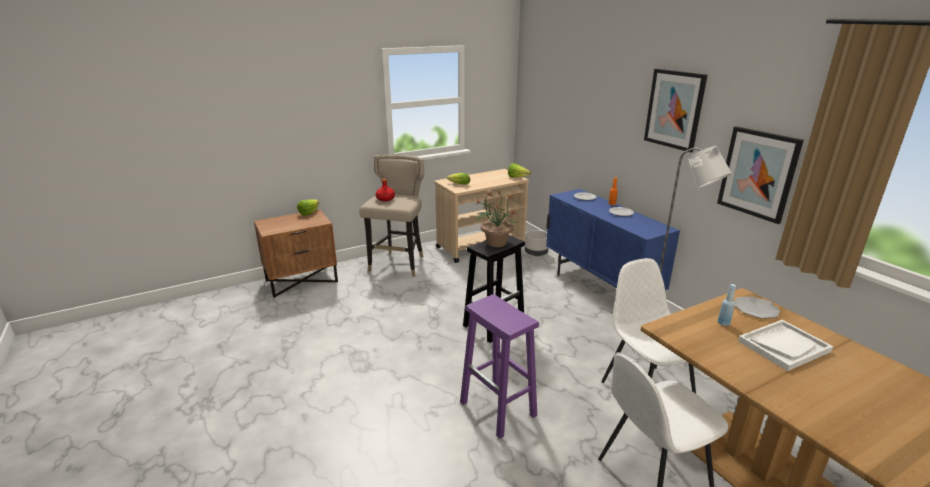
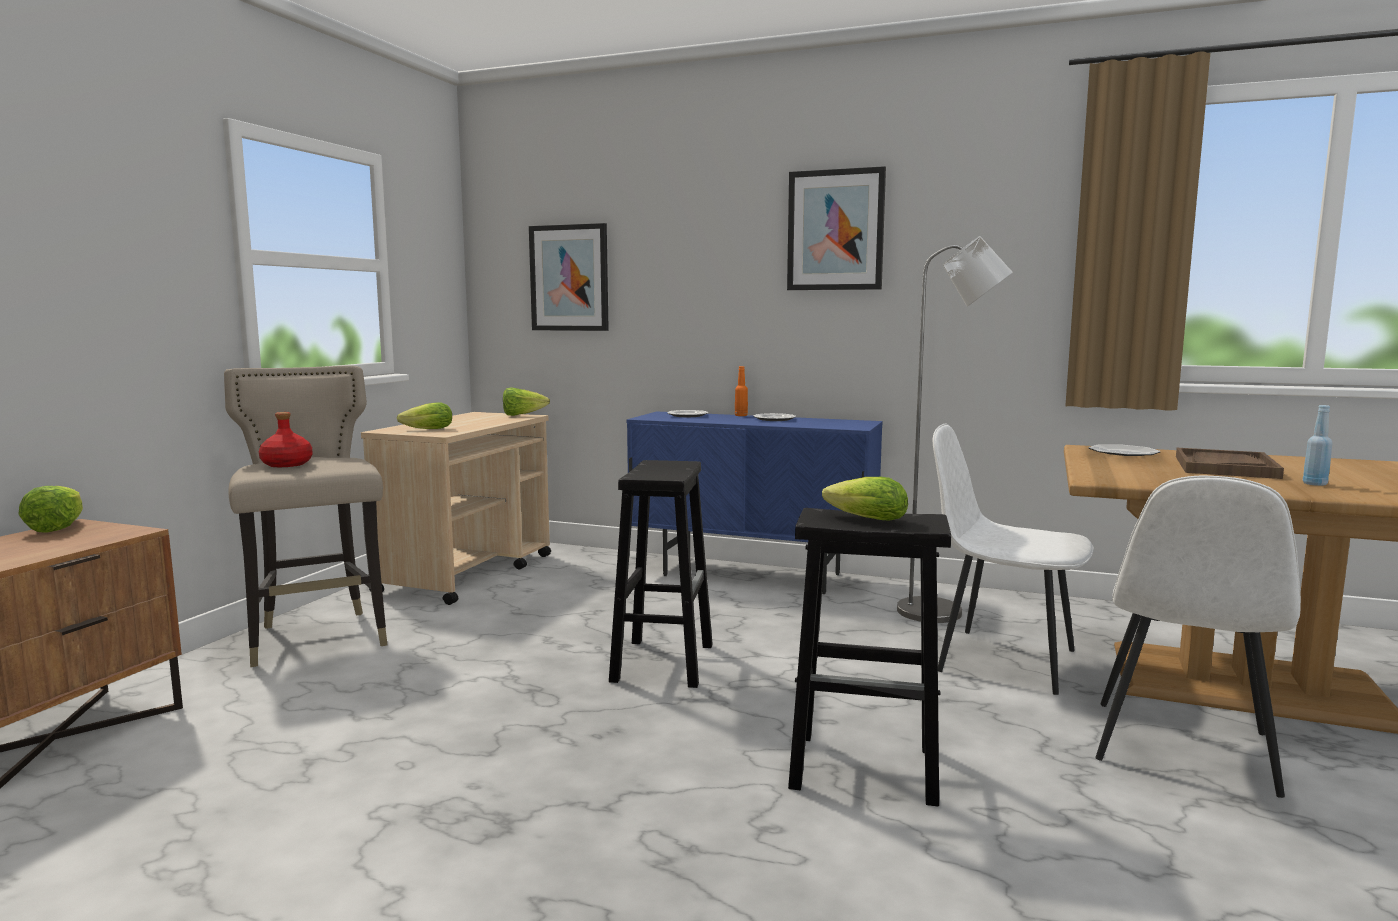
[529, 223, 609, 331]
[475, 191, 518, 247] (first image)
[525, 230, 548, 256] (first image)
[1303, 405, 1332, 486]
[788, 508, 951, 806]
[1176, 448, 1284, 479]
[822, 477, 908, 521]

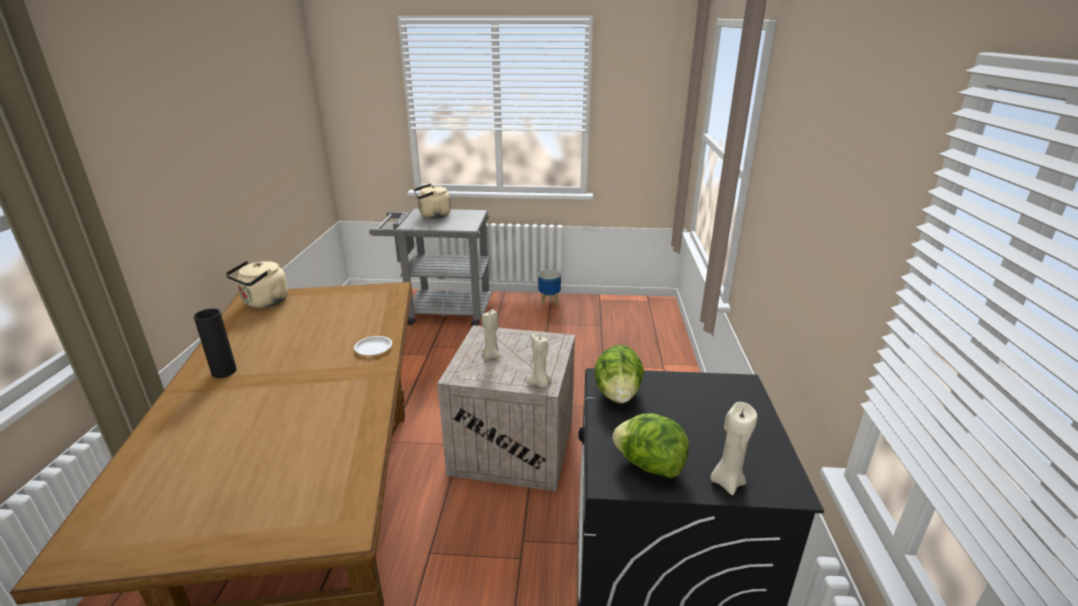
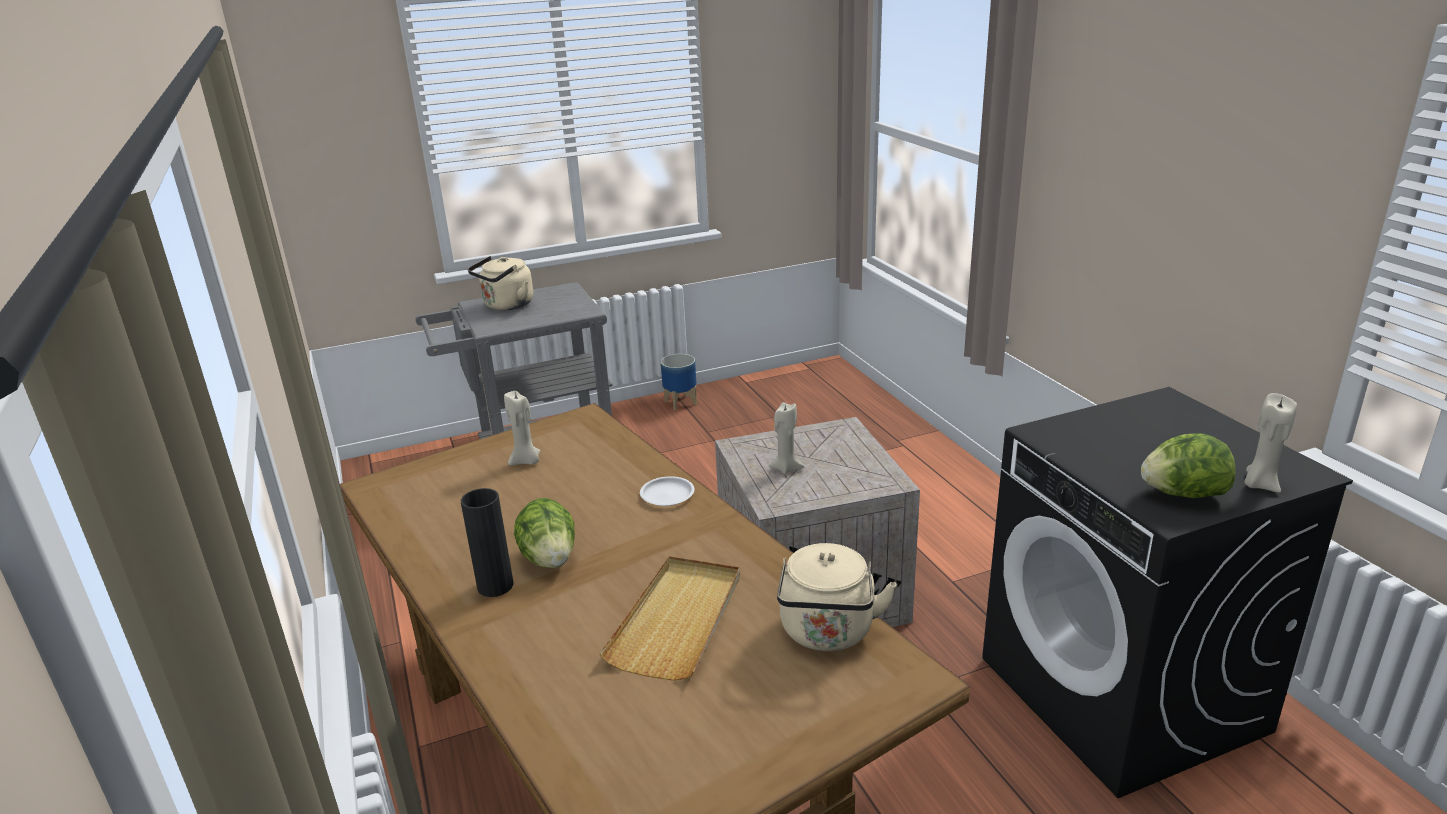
[777, 543, 897, 651]
[504, 391, 540, 465]
[514, 498, 575, 568]
[599, 556, 740, 681]

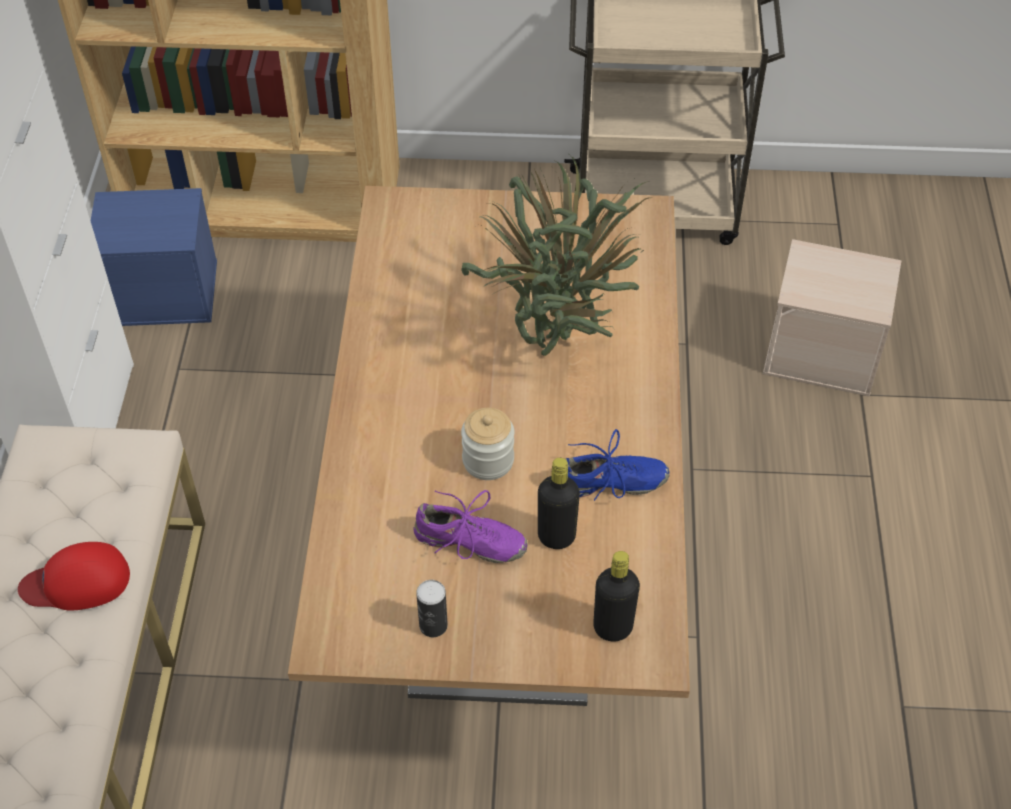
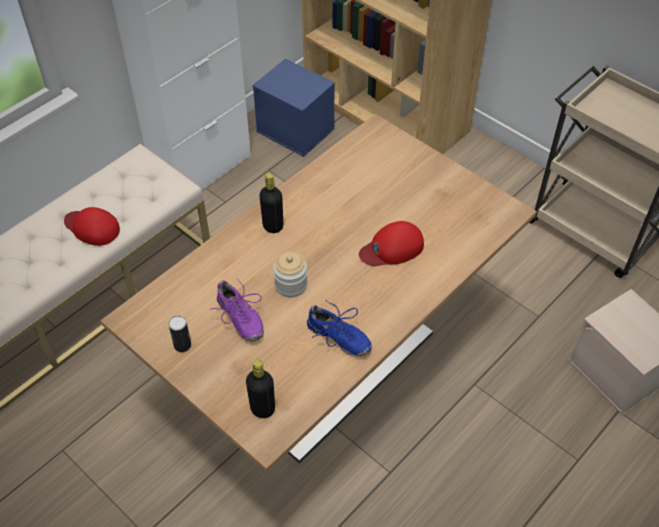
[359, 221, 424, 266]
[259, 173, 283, 233]

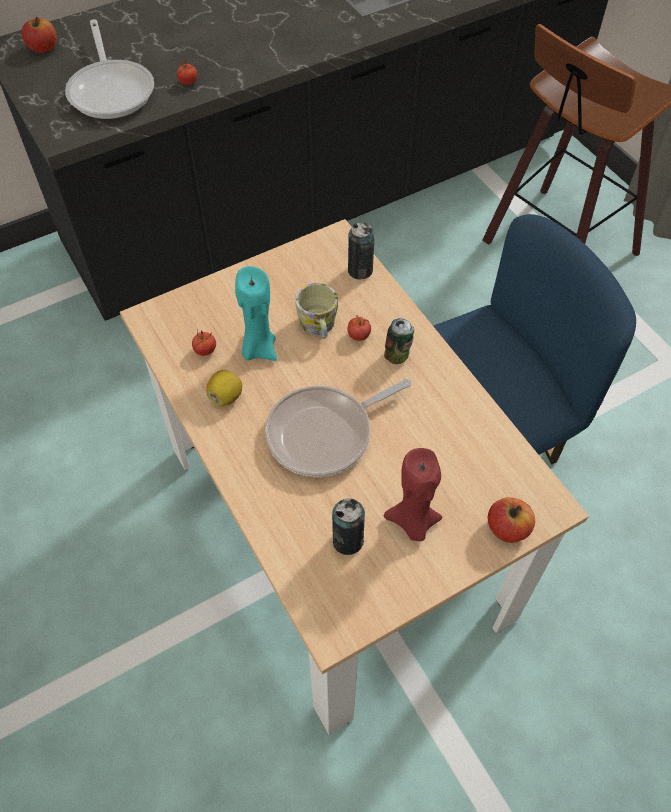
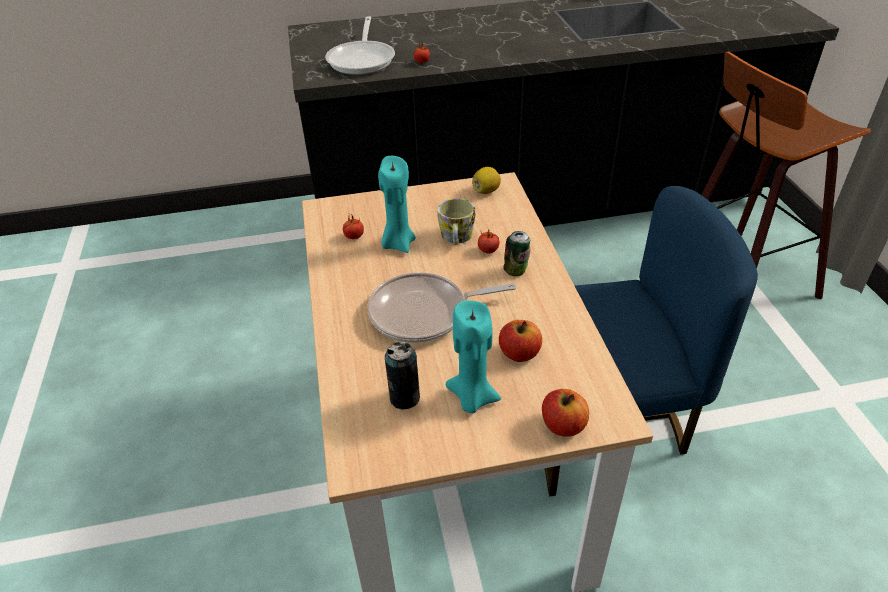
[499, 320, 542, 362]
[348, 223, 375, 280] (first image)
[472, 167, 501, 194]
[446, 300, 501, 413]

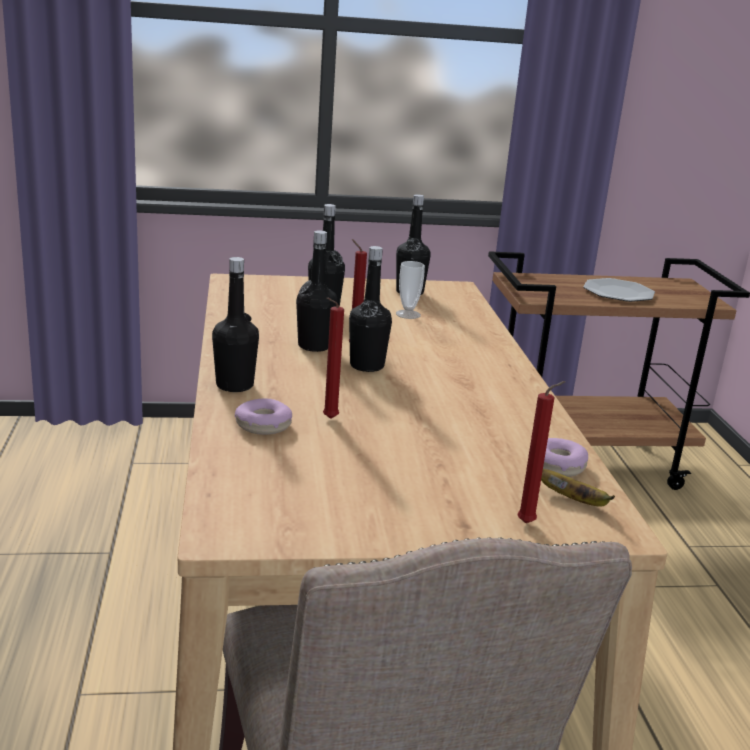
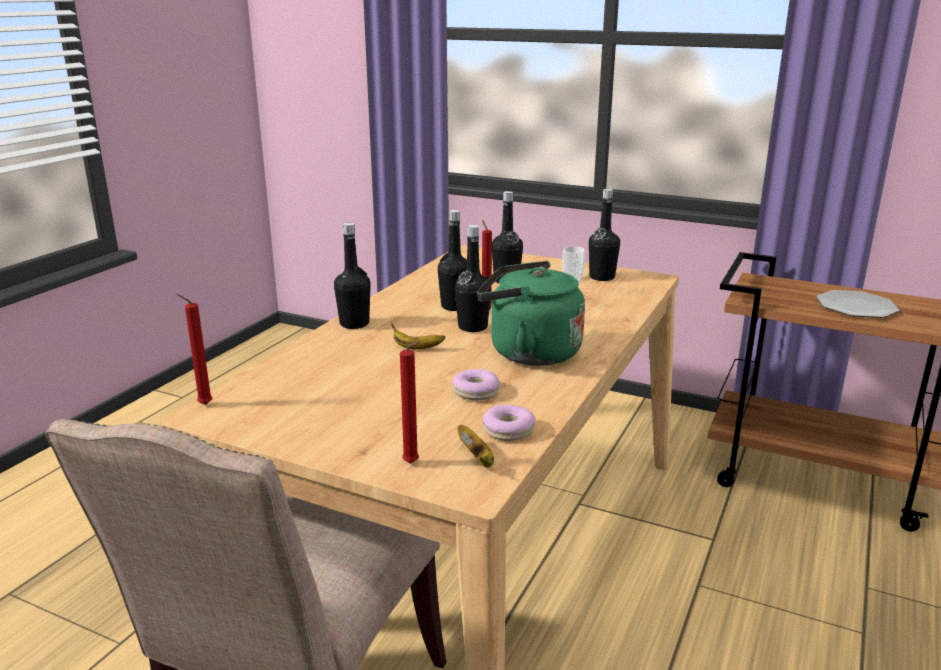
[176, 294, 213, 405]
[452, 369, 500, 400]
[477, 261, 585, 366]
[391, 323, 445, 349]

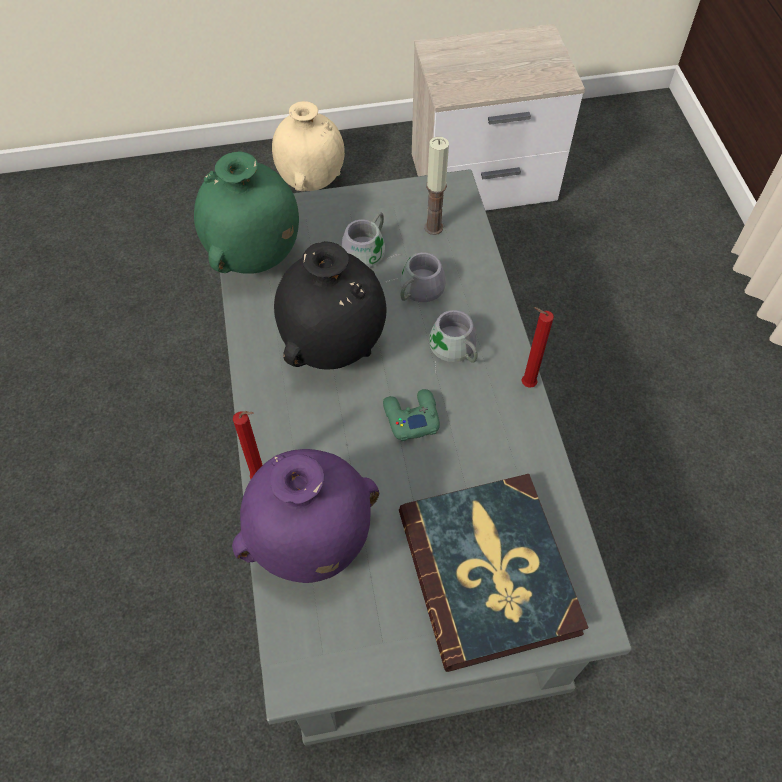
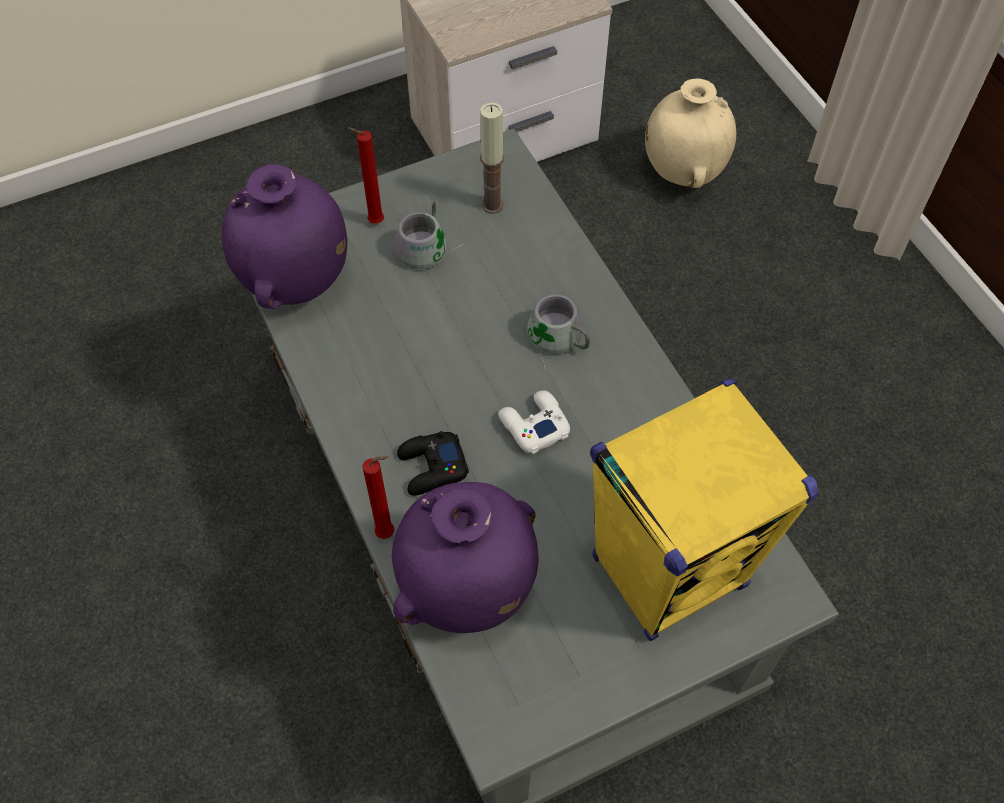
[645, 79, 736, 188]
[222, 164, 347, 309]
[274, 241, 386, 369] (first image)
[386, 252, 446, 302] (first image)
[347, 127, 384, 224]
[498, 390, 570, 454]
[590, 378, 819, 641]
[397, 431, 469, 496]

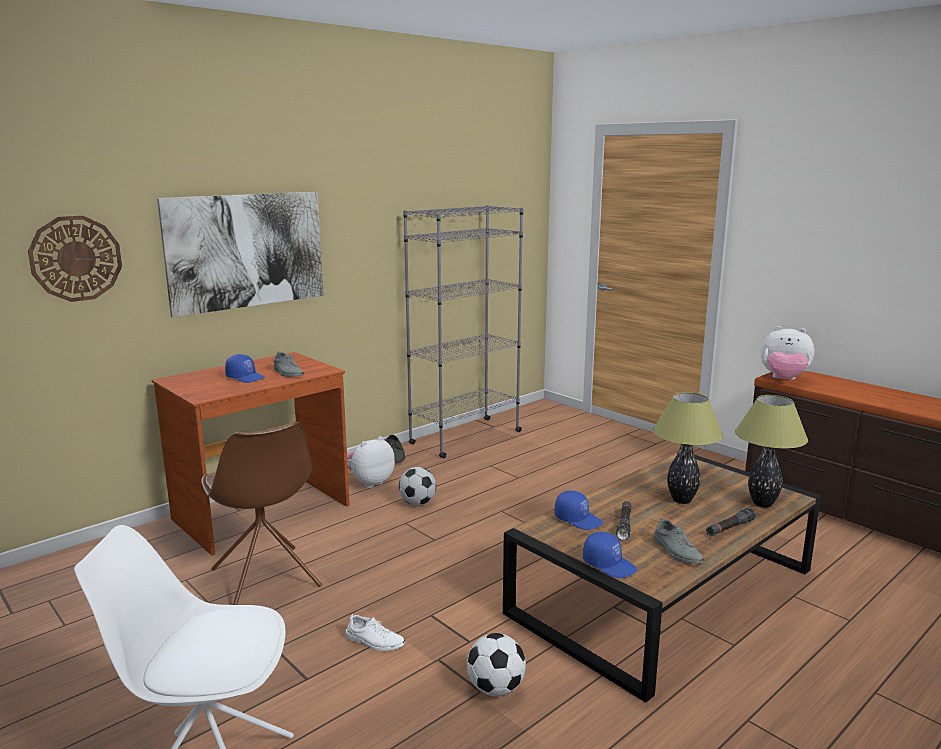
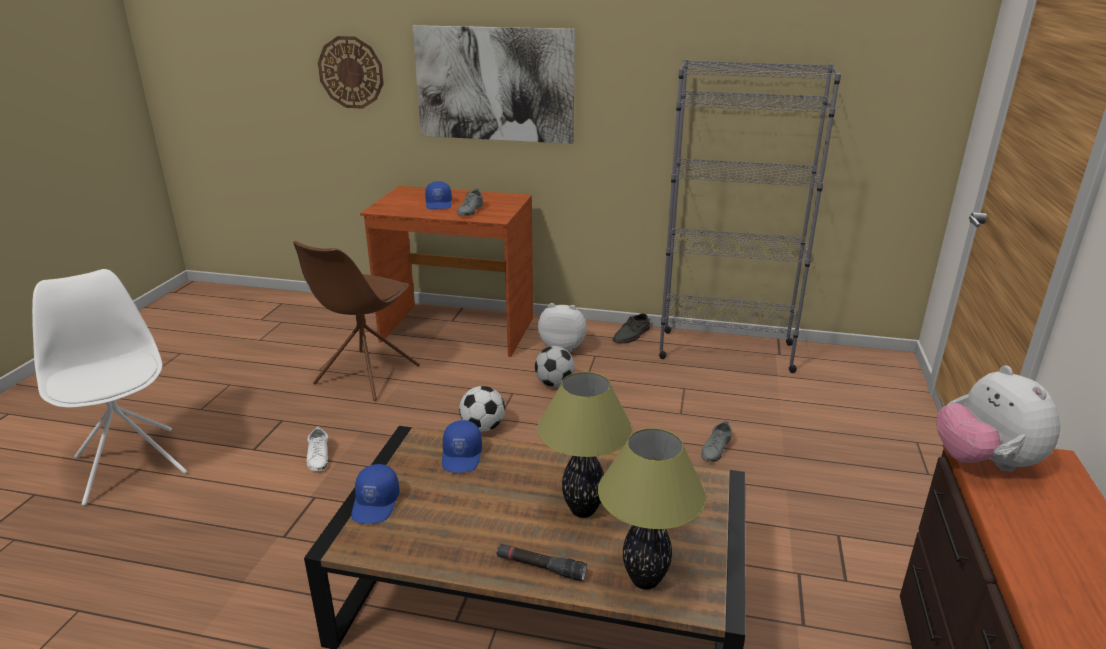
[616, 501, 632, 540] (first image)
[701, 421, 732, 462]
[459, 386, 505, 432]

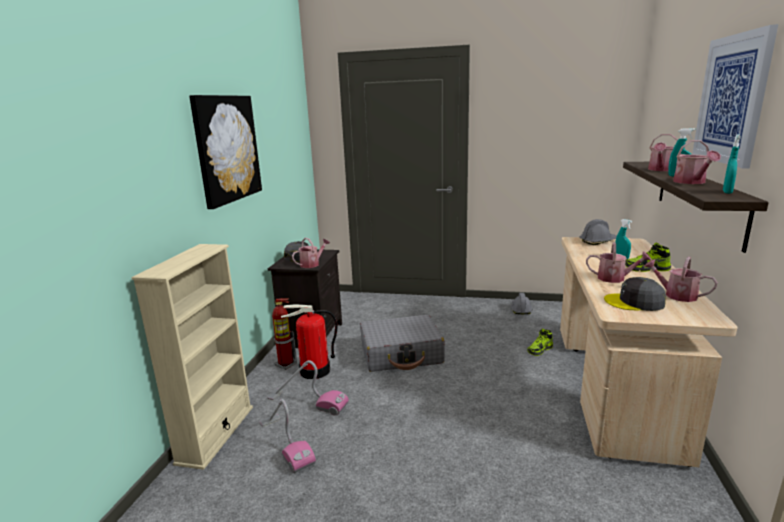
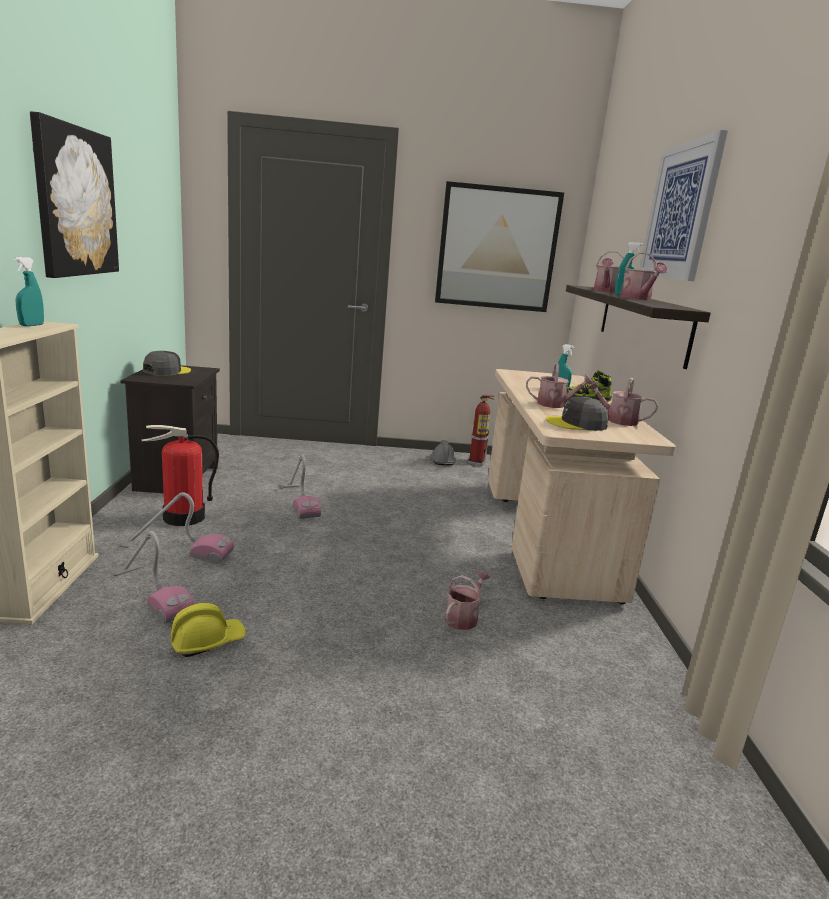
[14, 257, 44, 326]
[579, 219, 617, 245] (first image)
[444, 571, 490, 630]
[467, 395, 495, 467]
[281, 454, 321, 519]
[527, 328, 553, 356] (first image)
[435, 181, 564, 312]
[171, 603, 246, 657]

